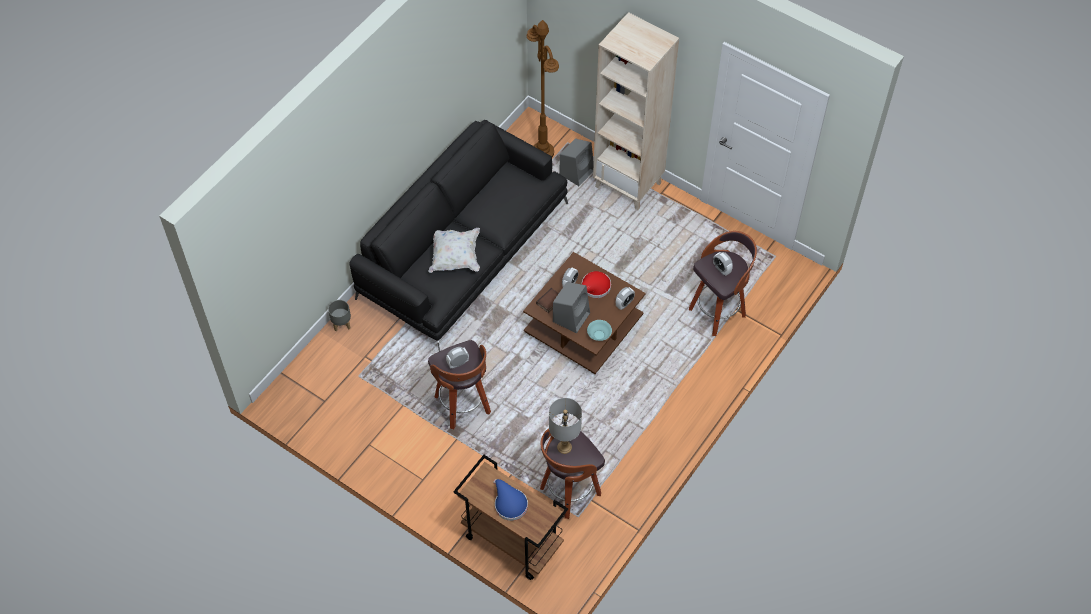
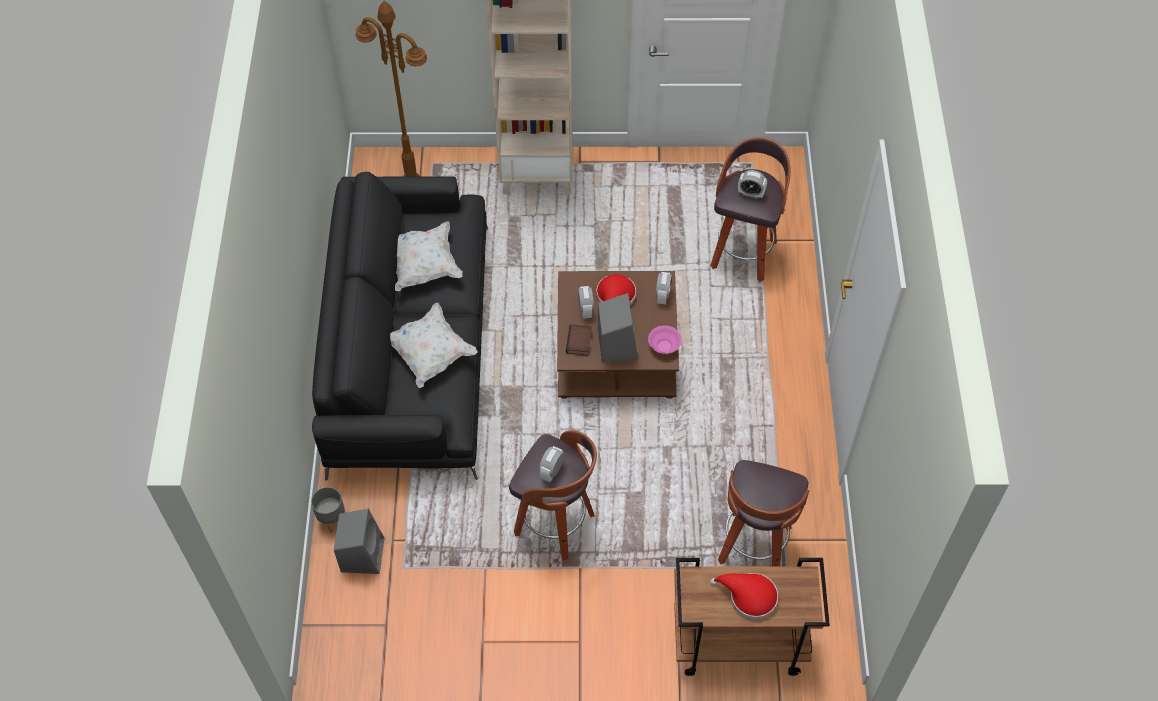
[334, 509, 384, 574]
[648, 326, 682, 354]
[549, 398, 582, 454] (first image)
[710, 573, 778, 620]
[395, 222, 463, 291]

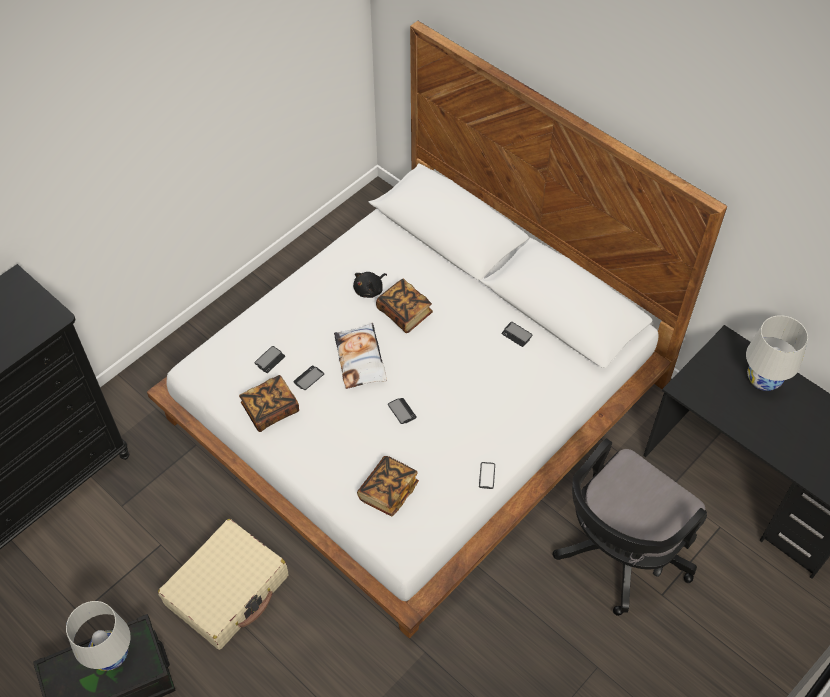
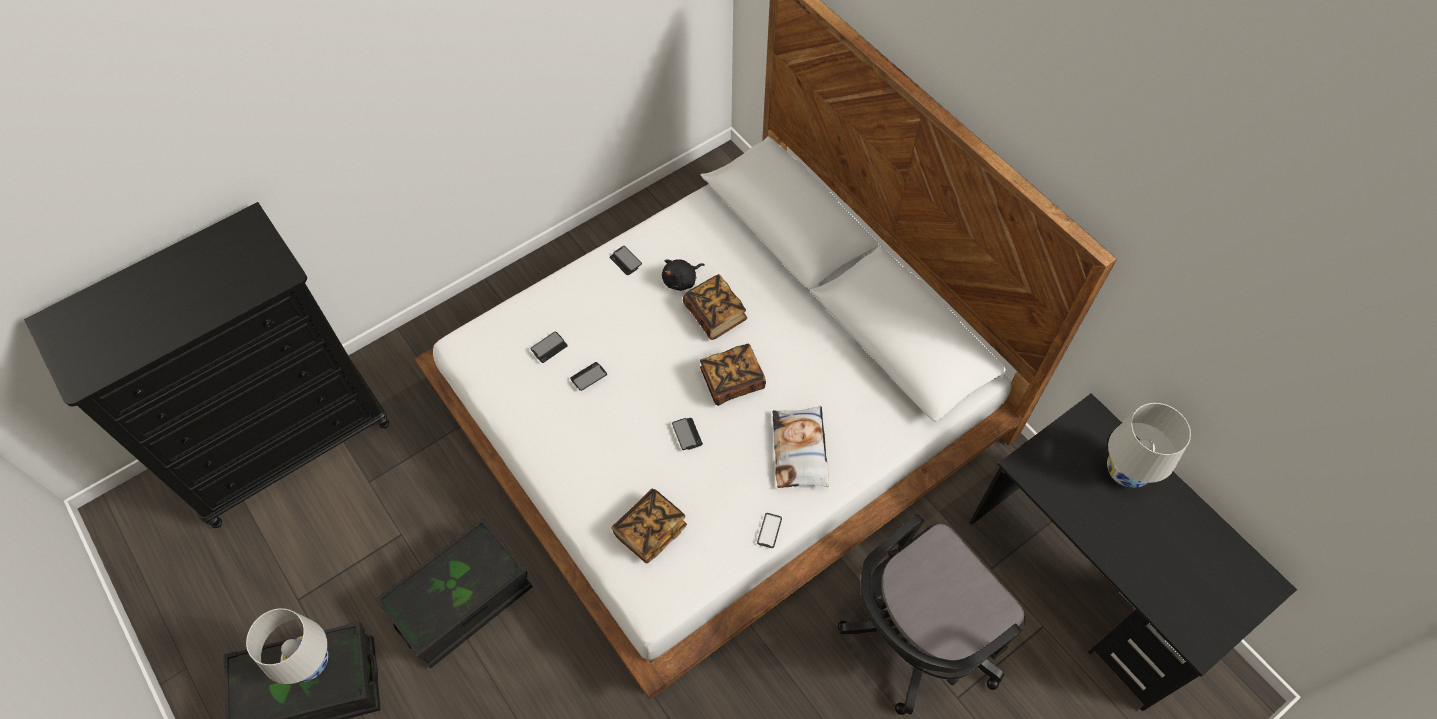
[609, 246, 642, 275]
[772, 406, 829, 488]
[700, 344, 766, 406]
[375, 518, 533, 668]

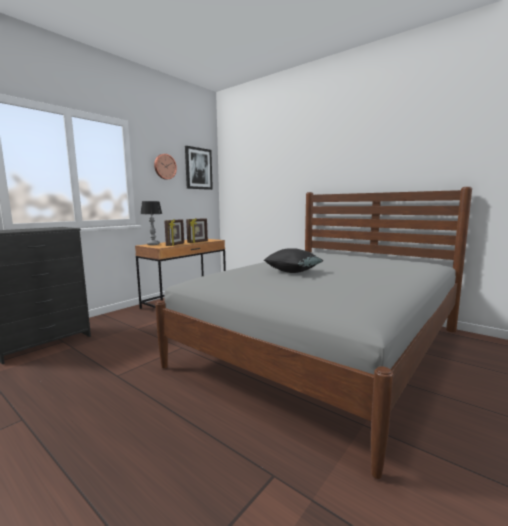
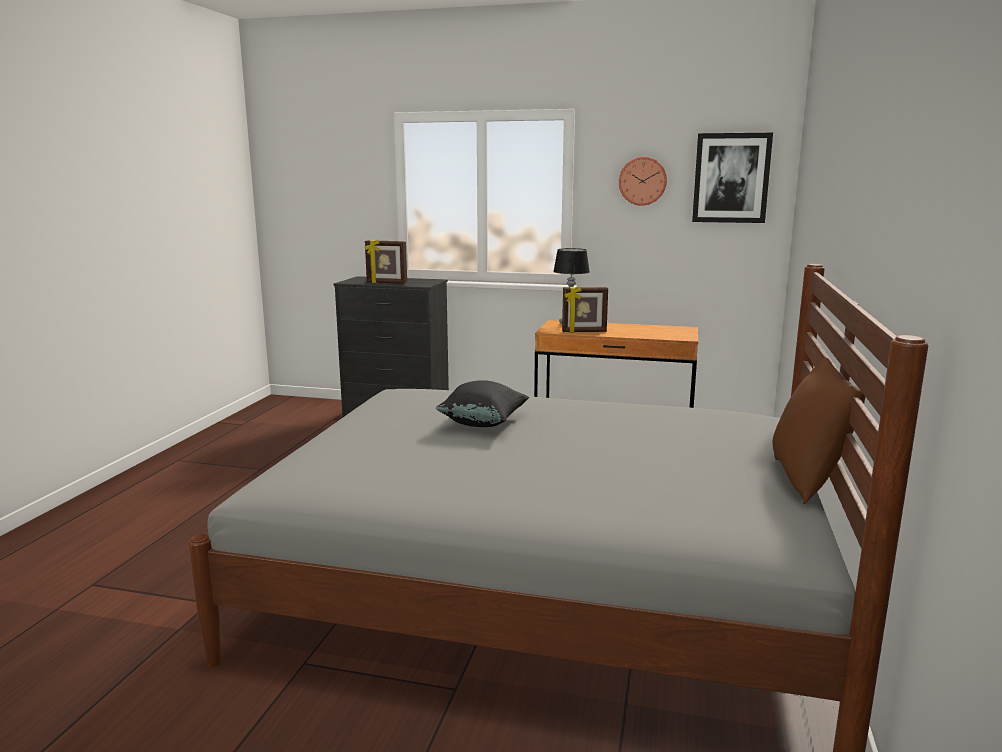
[365, 239, 407, 284]
[773, 357, 865, 504]

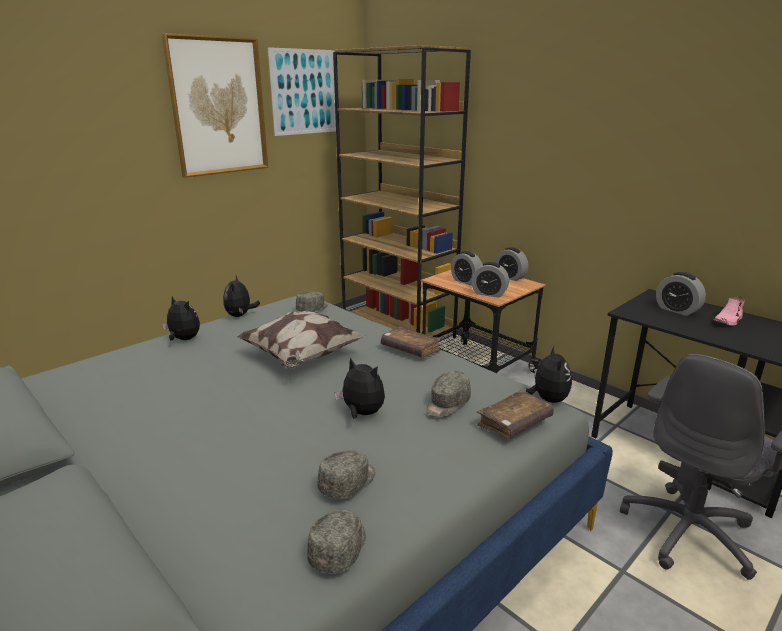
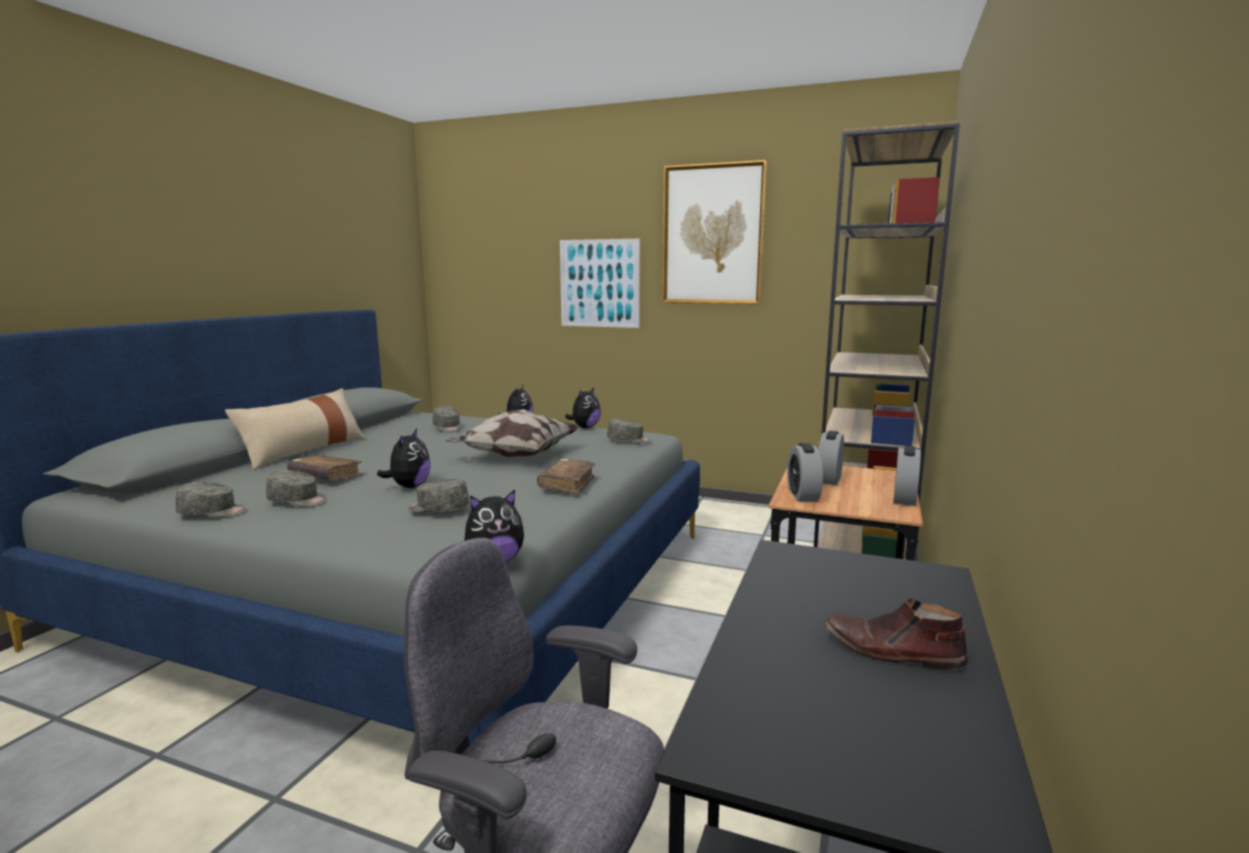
[560, 239, 640, 328]
[656, 272, 706, 316] (first image)
[565, 387, 601, 428]
[824, 598, 968, 670]
[287, 454, 363, 481]
[225, 388, 366, 470]
[433, 406, 461, 432]

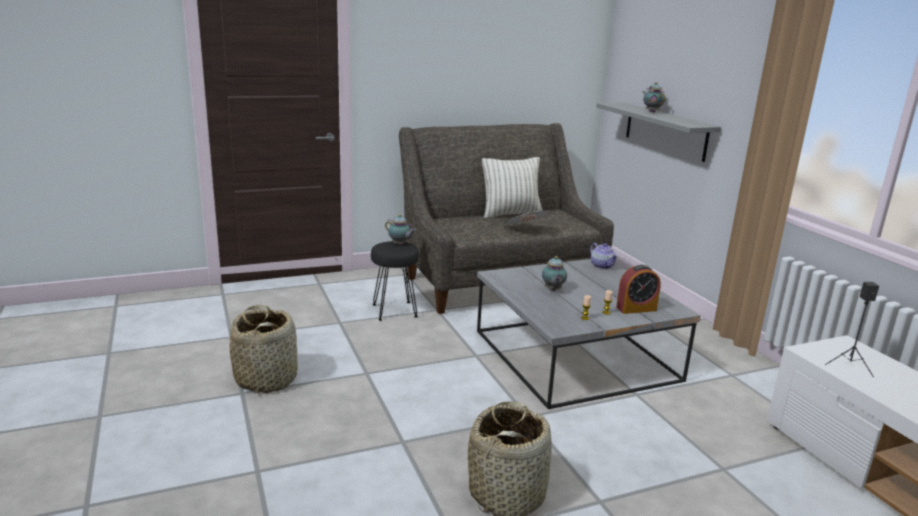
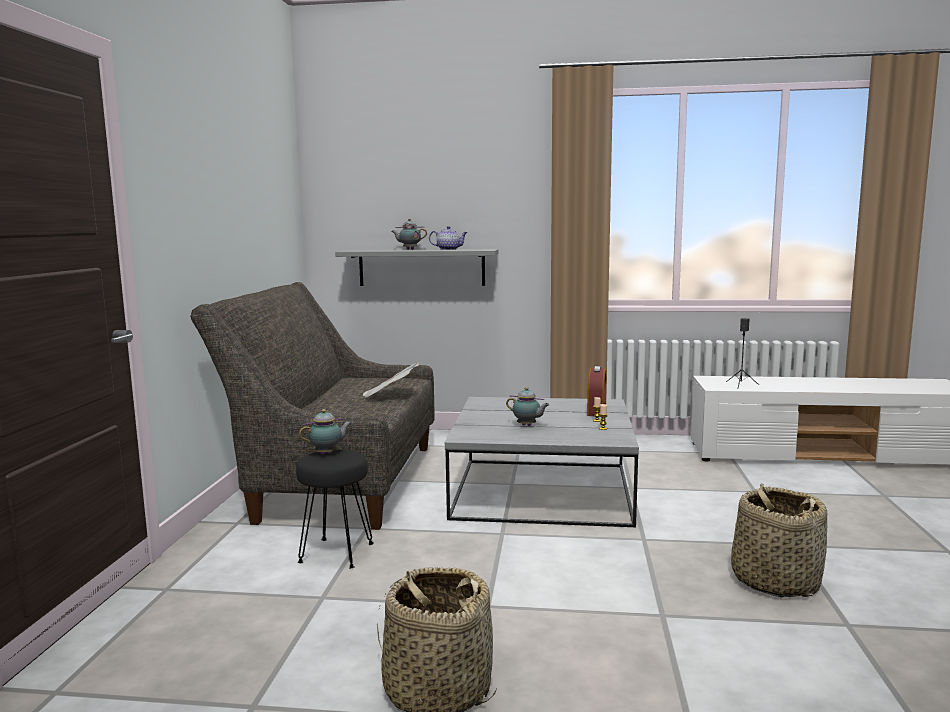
[482, 157, 542, 218] (first image)
[429, 226, 468, 250]

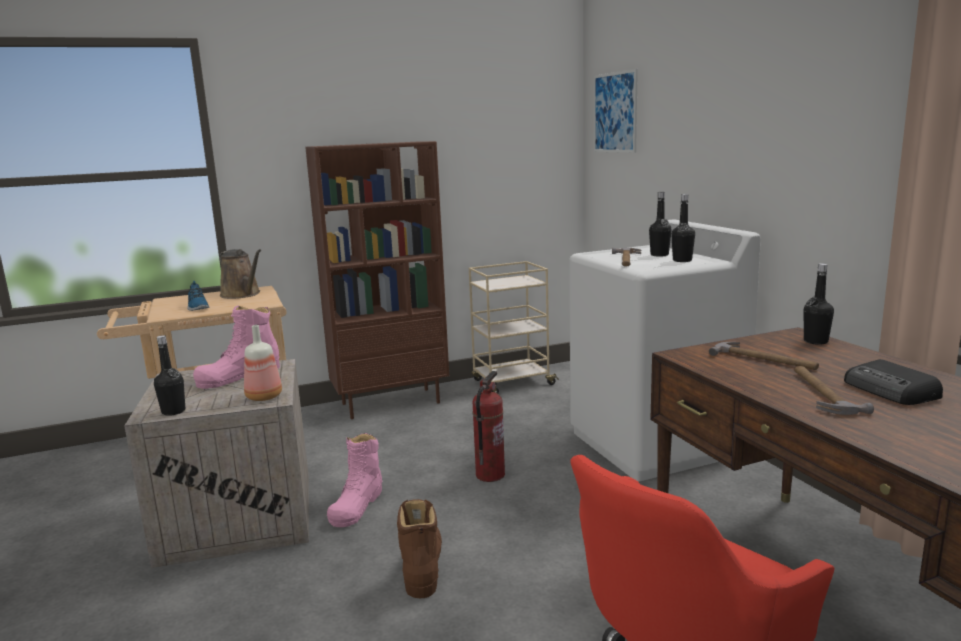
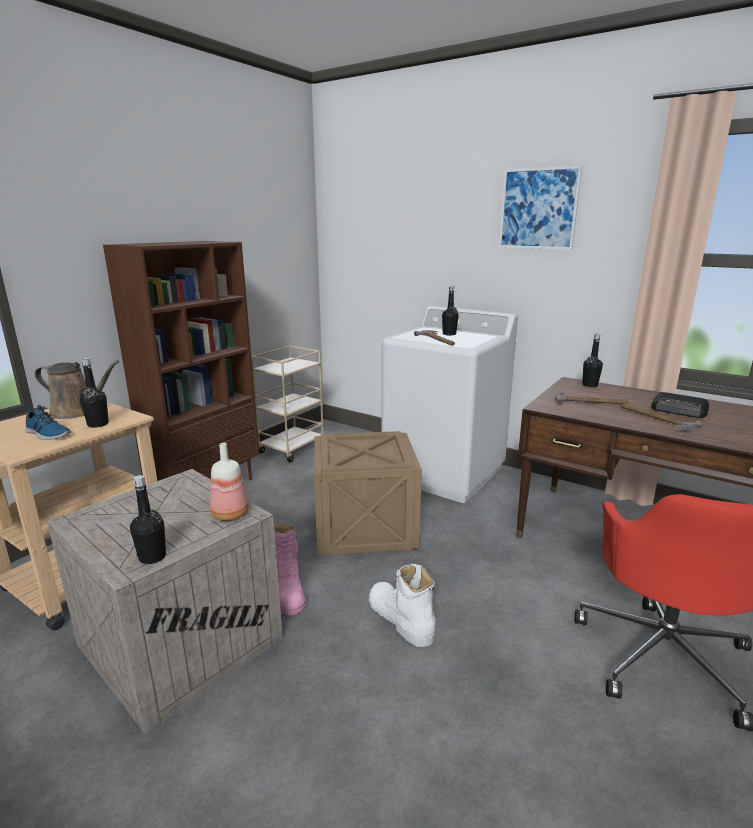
[499, 165, 582, 250]
[80, 358, 109, 428]
[193, 305, 280, 389] (first image)
[314, 431, 422, 555]
[369, 564, 436, 647]

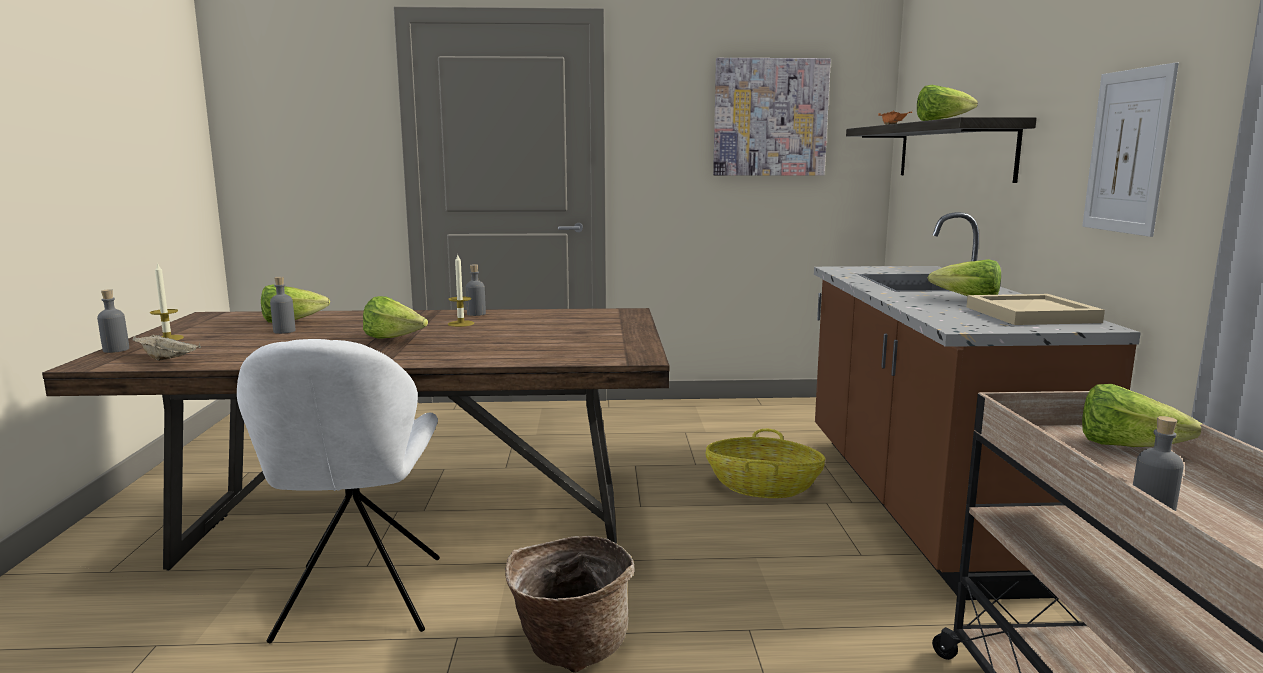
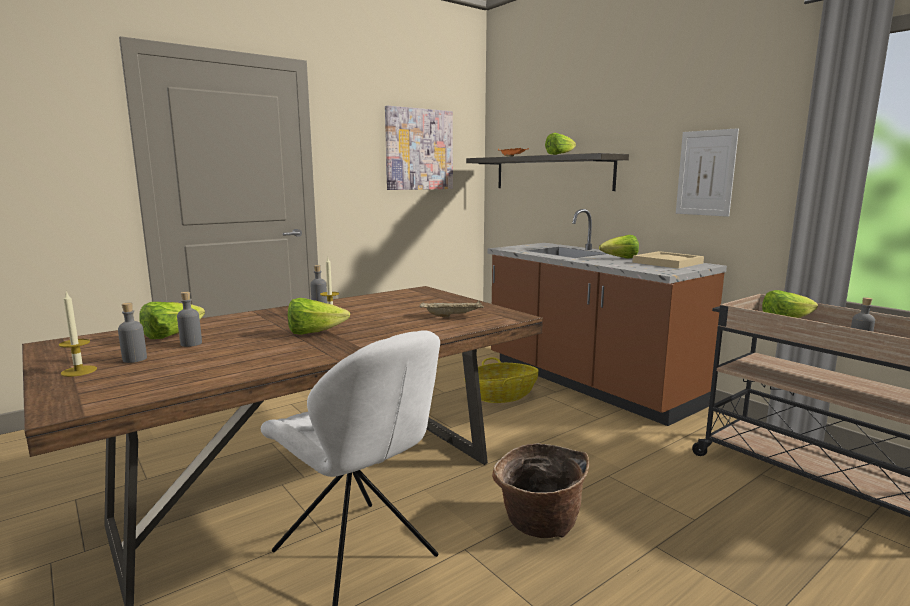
[118, 303, 147, 363]
[420, 300, 484, 318]

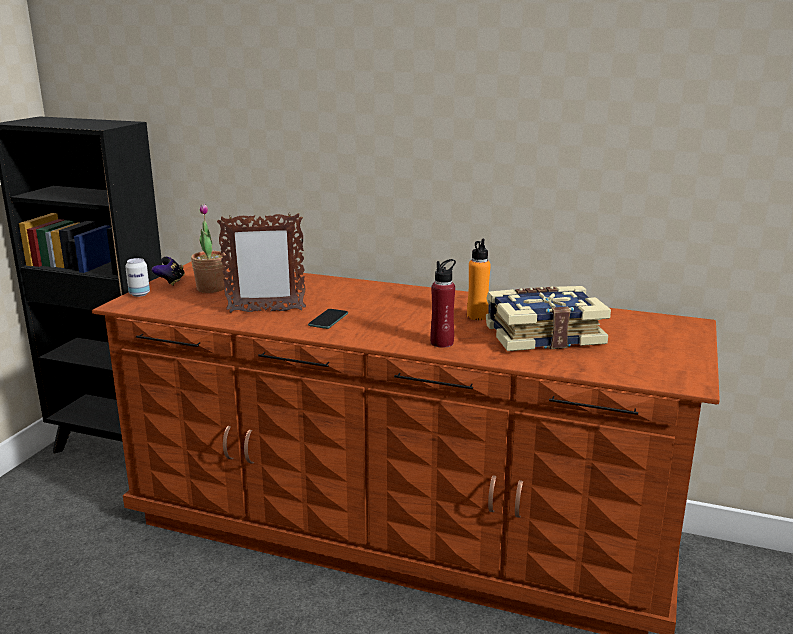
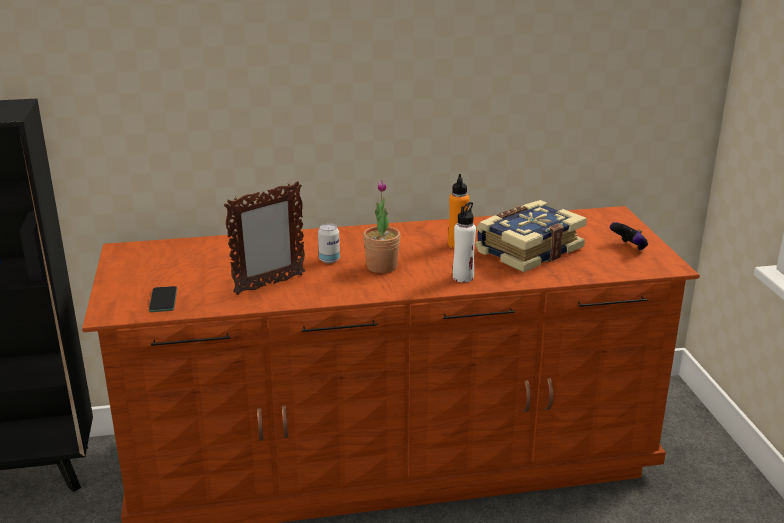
[363, 180, 401, 273]
[610, 222, 648, 251]
[318, 223, 340, 263]
[453, 202, 476, 283]
[149, 286, 177, 312]

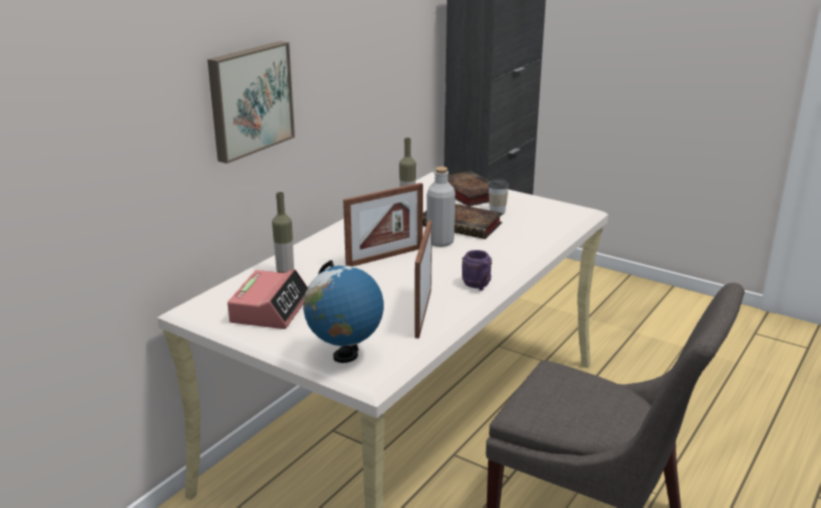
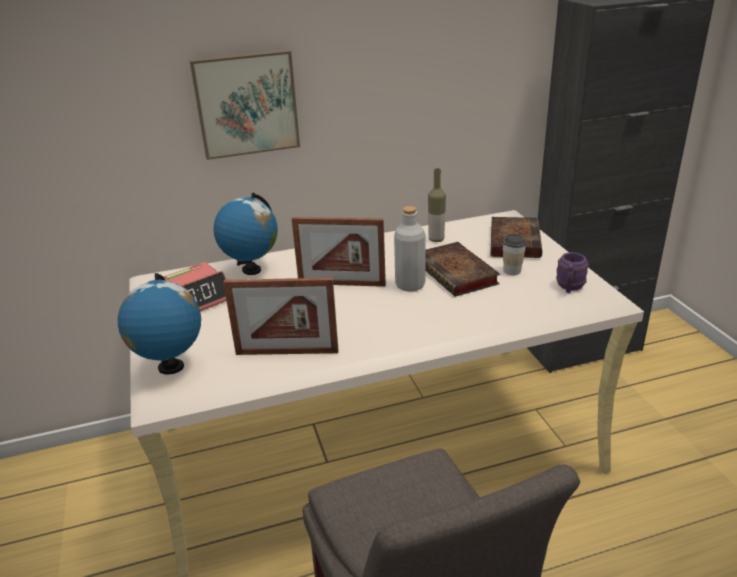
[213, 193, 278, 275]
[223, 278, 339, 355]
[556, 252, 589, 293]

